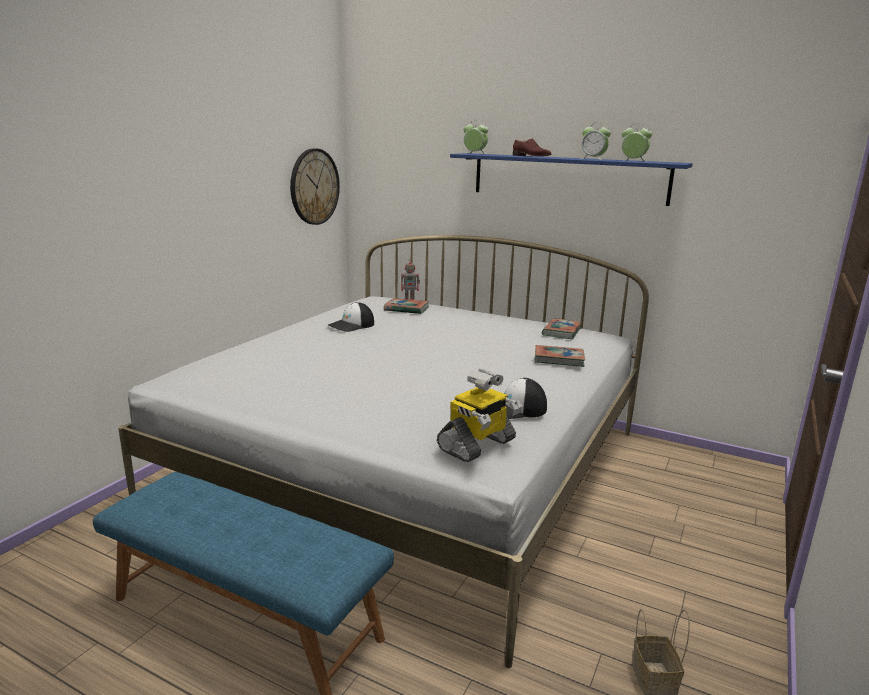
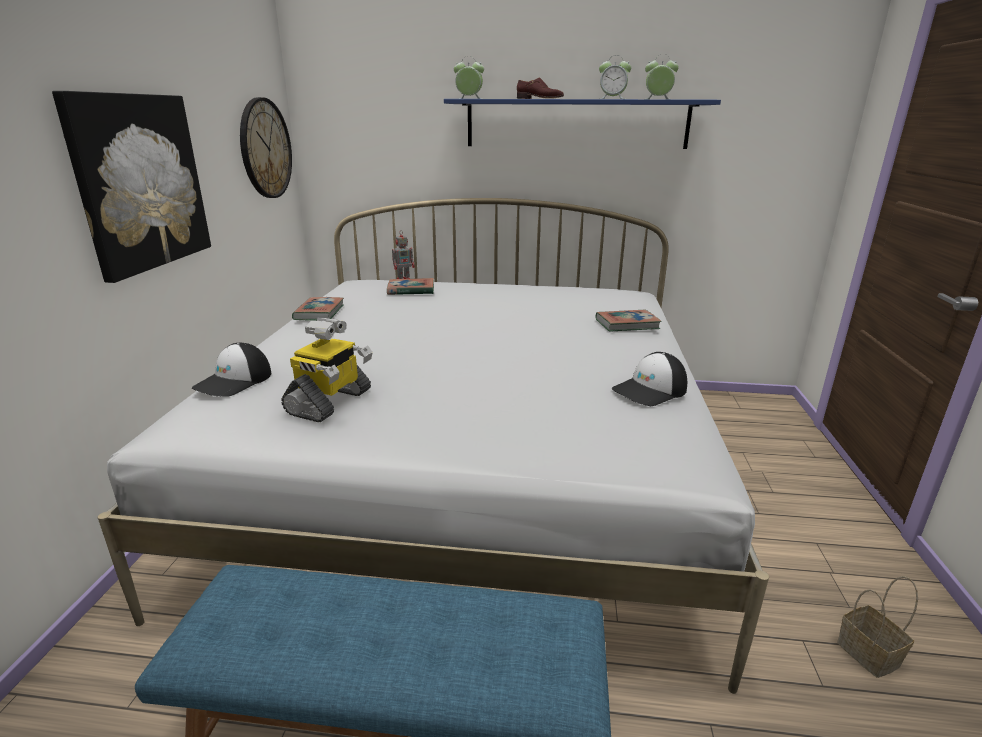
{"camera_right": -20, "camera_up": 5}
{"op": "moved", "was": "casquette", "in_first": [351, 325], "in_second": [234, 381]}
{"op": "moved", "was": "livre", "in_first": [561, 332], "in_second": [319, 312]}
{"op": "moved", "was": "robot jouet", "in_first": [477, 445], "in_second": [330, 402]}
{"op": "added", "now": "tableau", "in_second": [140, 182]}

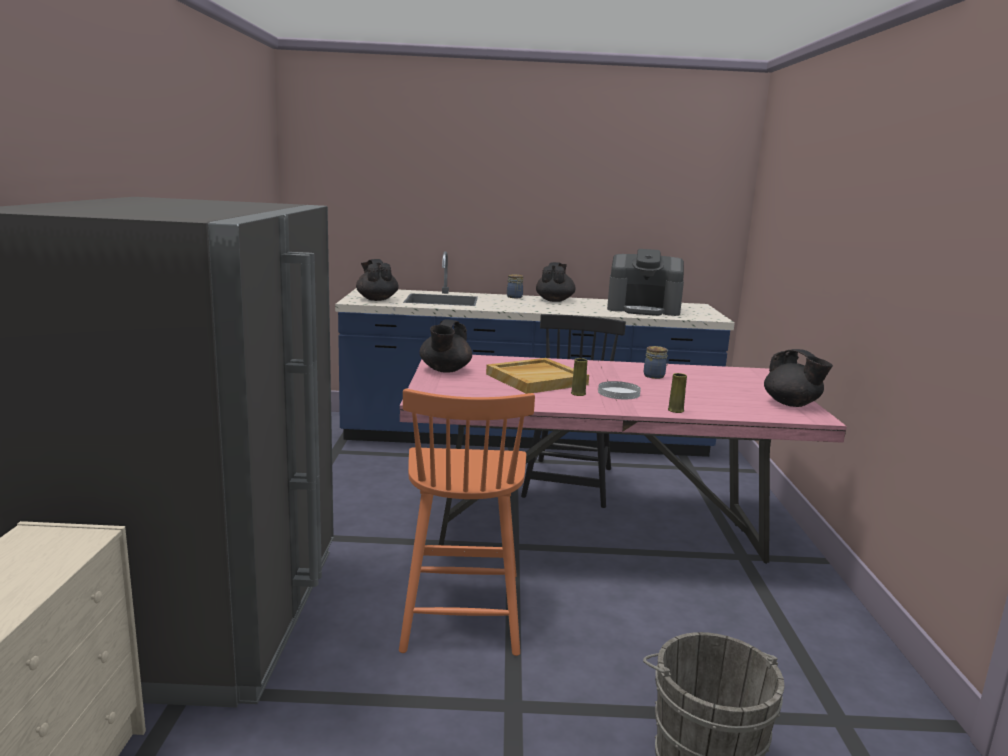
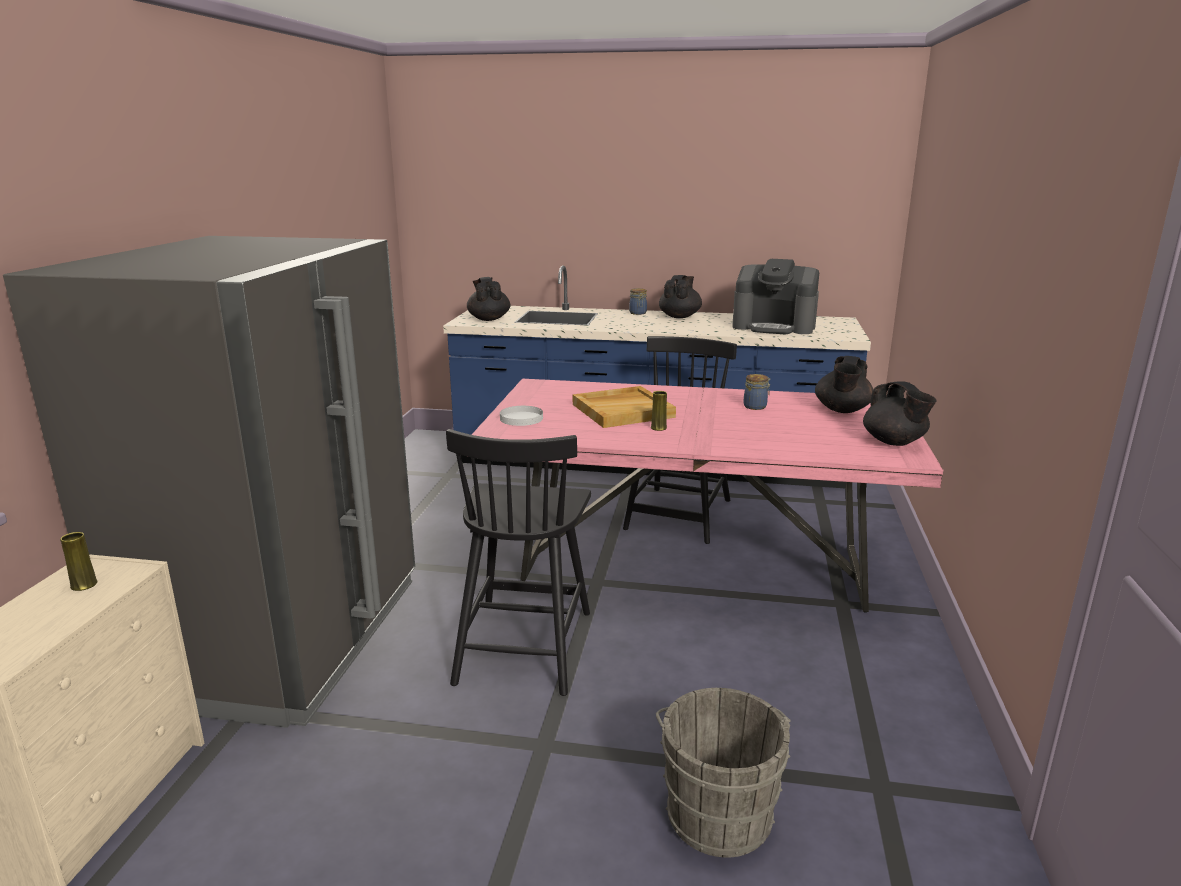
{"camera_right": 10, "camera_up": 5}
{"op": "moved", "was": "théière [noir]", "in_first": [445, 370], "in_second": [842, 410]}
{"op": "moved", "was": "vase [jaune]", "in_first": [675, 410], "in_second": [84, 585]}
{"op": "moved", "was": "assiette [blanc]", "in_first": [618, 393], "in_second": [521, 418]}
{"op": "recoloured", "was": "chaise [orange]", "now": "chaise [noir]", "in_first": [461, 608], "in_second": [524, 644]}

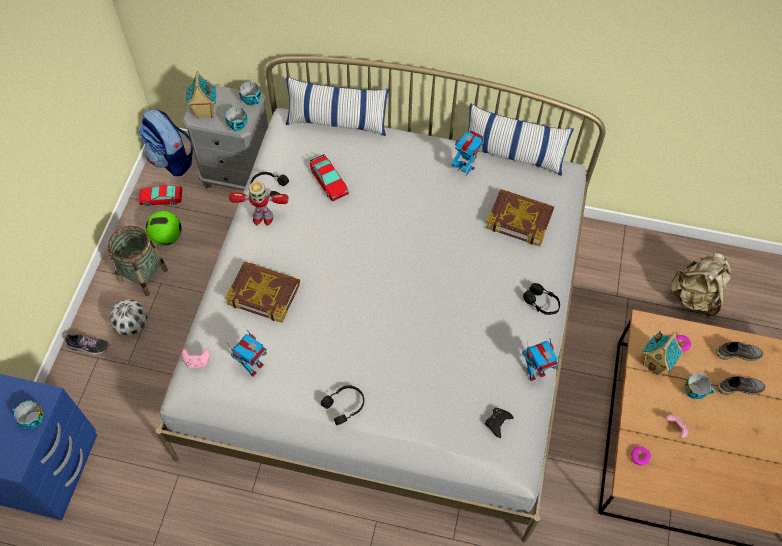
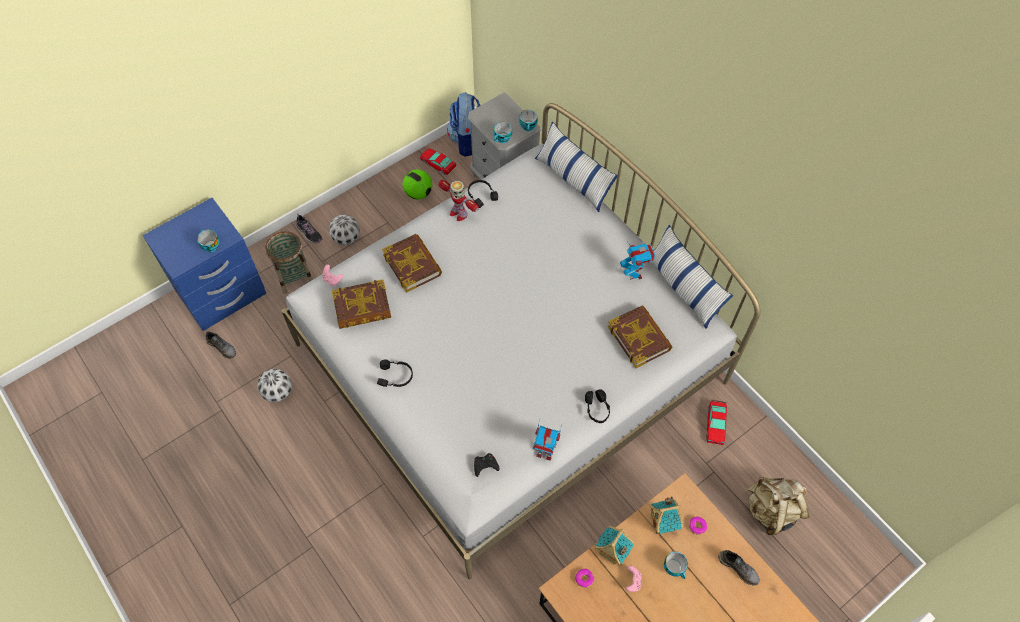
{"camera_right": 40, "camera_up": 0}
{"op": "moved", "was": "maison miniature", "in_first": [205, 113], "in_second": [611, 553]}
{"op": "moved", "was": "petite voiture", "in_first": [328, 181], "in_second": [715, 424]}
{"op": "moved", "was": "panier", "in_first": [143, 275], "in_second": [294, 276]}
{"op": "replaced", "was": "robot jouet", "now": "livre", "in_first": [253, 366], "in_second": [362, 308]}
{"op": "moved", "was": "chaussure [gris]", "in_first": [739, 387], "in_second": [222, 347]}
{"op": "added", "now": "ballon de foot", "in_second": [277, 393]}

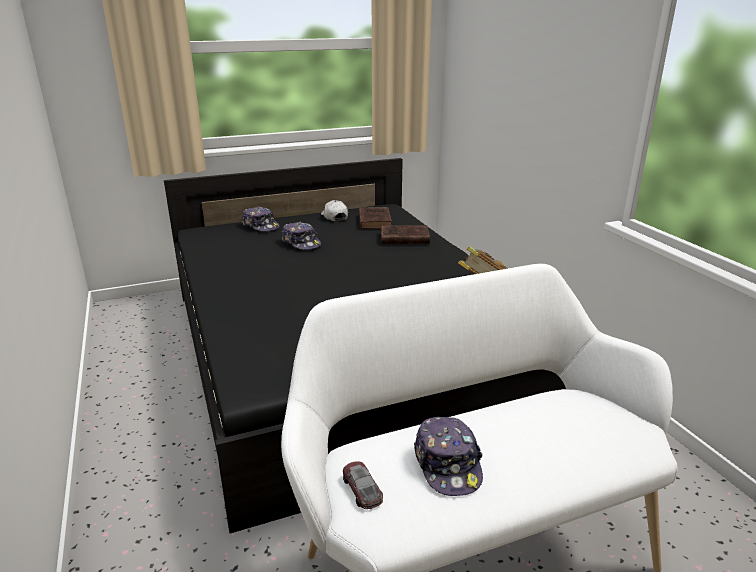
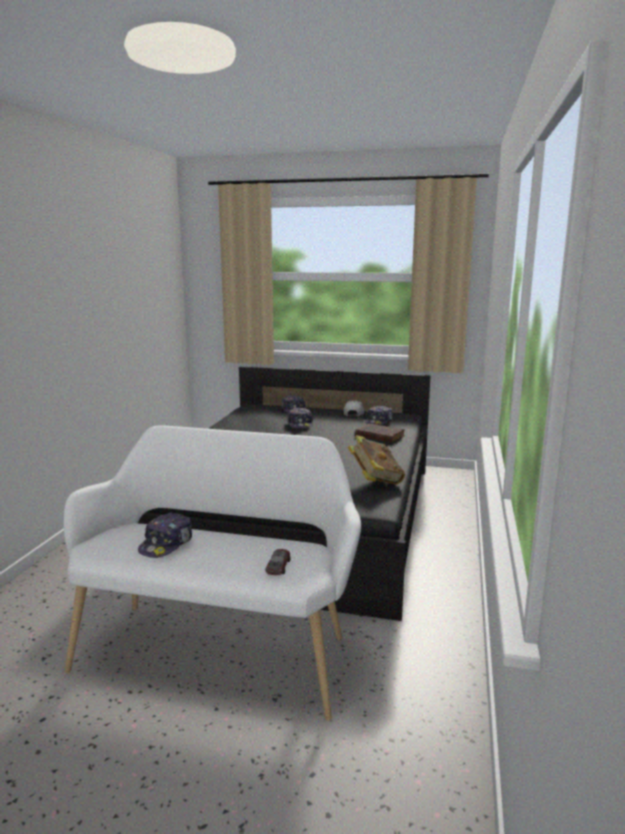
{"camera_right": 35, "camera_up": -10}
{"op": "replaced", "was": "livre [marron]", "now": "casquette", "in_first": [374, 220], "in_second": [379, 421]}
{"op": "moved", "was": "petite voiture", "in_first": [362, 489], "in_second": [278, 566]}

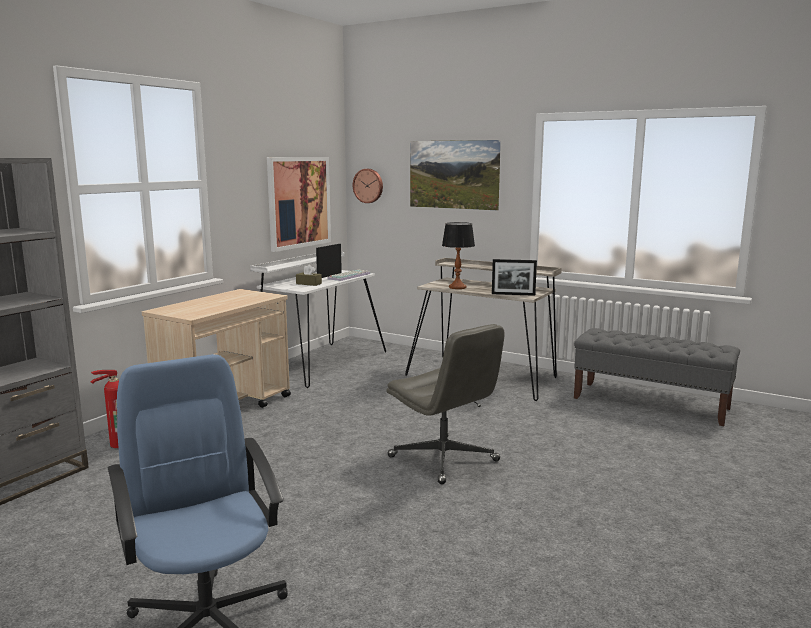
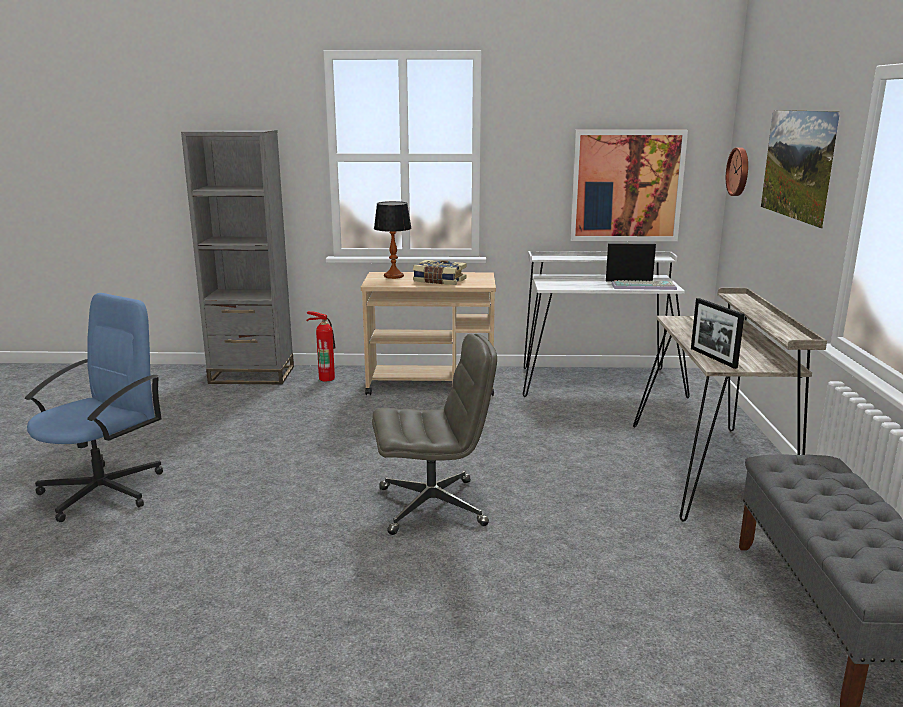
{"camera_right": 60, "camera_up": 5}
{"op": "moved", "was": "lampe de table", "in_first": [457, 287], "in_second": [393, 276]}
{"op": "removed", "was": "boîte à mouchoirs [marron]", "in_first": [309, 284]}
{"op": "turned", "was": "chaise de bureau [gris]", "in_first": [444, 459], "in_second": [433, 506], "clockwise": -120}
{"op": "added", "now": "livre", "in_second": [439, 281]}

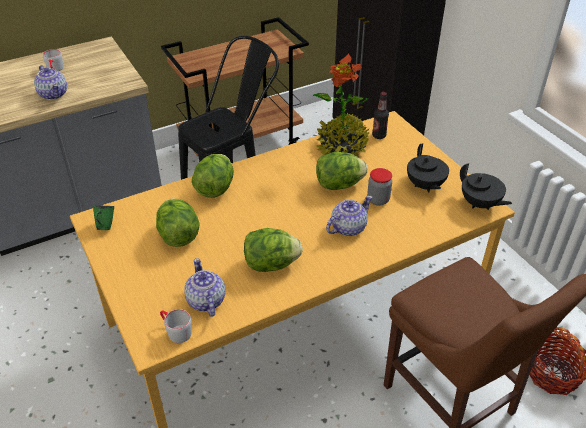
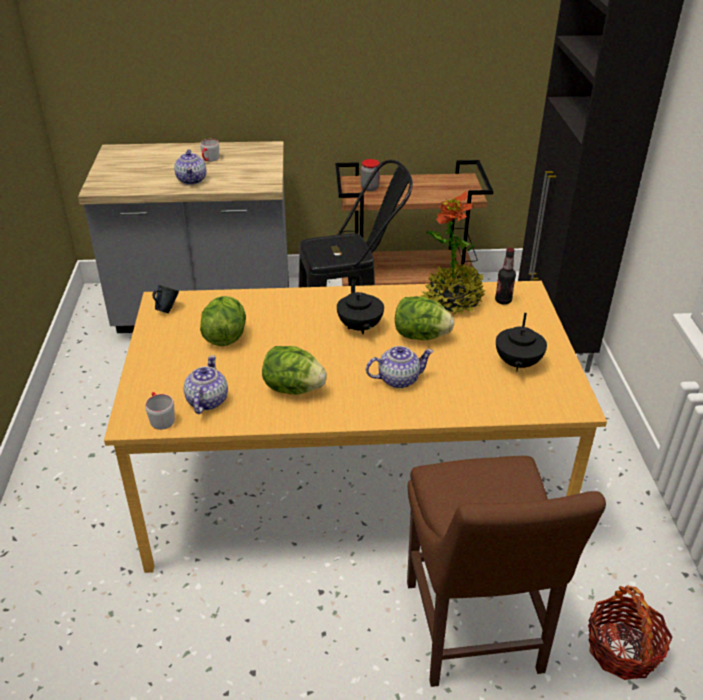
{"camera_right": 25, "camera_up": -5}
{"op": "removed", "was": "laitue", "in_first": [215, 189]}
{"op": "moved", "was": "théière [noir]", "in_first": [479, 204], "in_second": [359, 327]}
{"op": "moved", "was": "bocal", "in_first": [378, 200], "in_second": [370, 188]}
{"op": "recoloured", "was": "mug [vert]", "now": "mug [bleu]", "in_first": [105, 226], "in_second": [167, 309]}

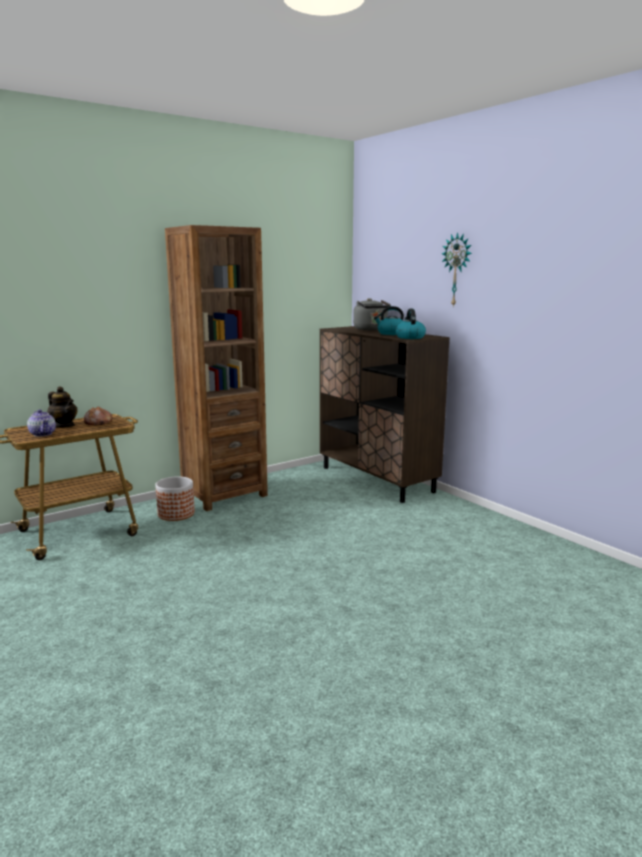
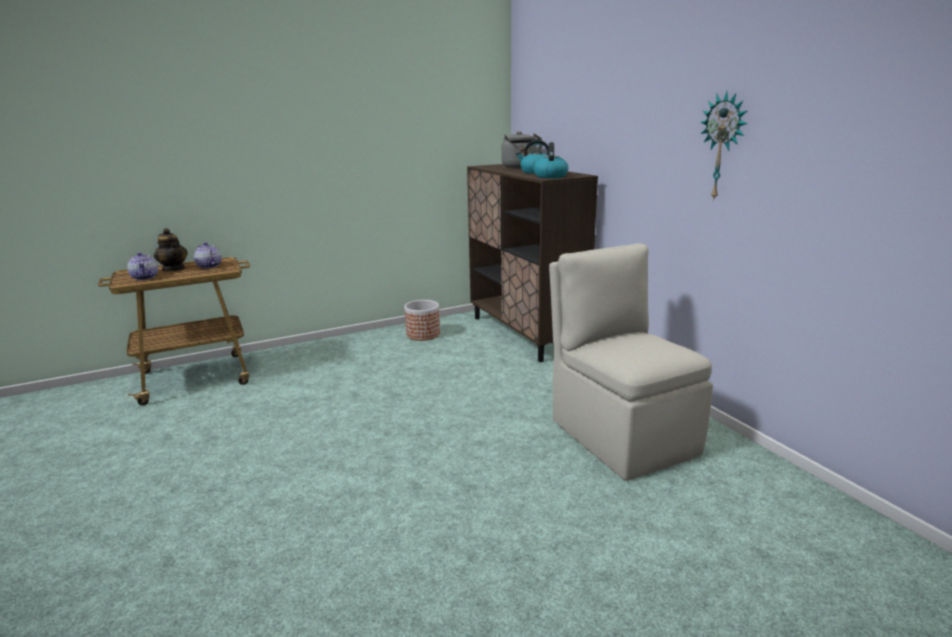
{"camera_right": 10, "camera_up": 5}
{"op": "removed", "was": "bibliothèque [marron]", "in_first": [224, 494]}
{"op": "moved", "was": "horloge murale", "in_first": [457, 270], "in_second": [723, 147]}
{"op": "replaced", "was": "pain", "now": "théière", "in_first": [97, 422], "in_second": [208, 266]}
{"op": "moved", "was": "cache-pot", "in_first": [176, 513], "in_second": [423, 334]}
{"op": "added", "now": "chaise [beige]", "in_second": [621, 435]}

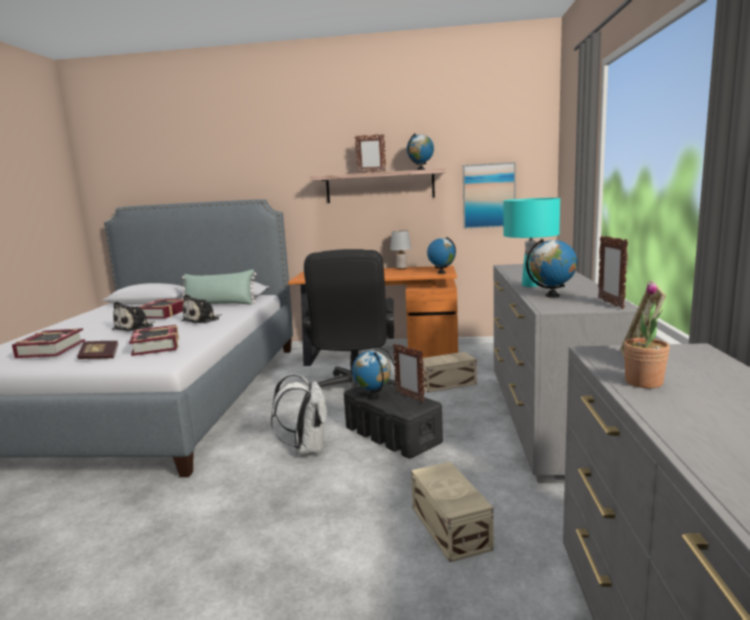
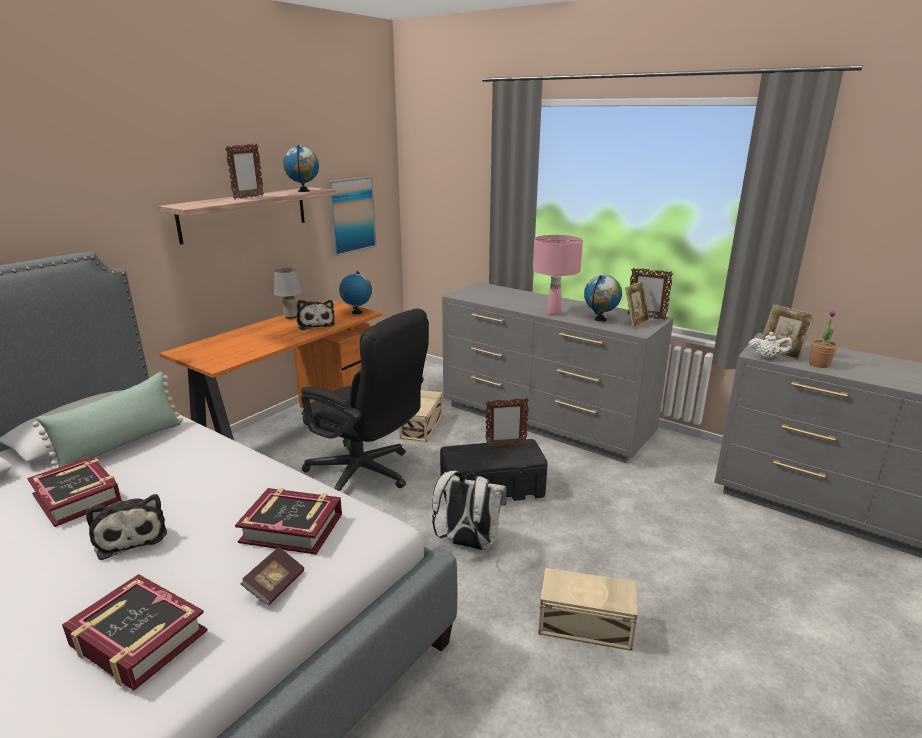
{"camera_right": -60, "camera_up": 10}
{"op": "recoloured", "was": "lampe de table [turquoise]", "now": "lampe de table [rose]", "in_first": [530, 285], "in_second": [554, 313]}
{"op": "moved", "was": "peluche", "in_first": [203, 320], "in_second": [315, 324]}
{"op": "removed", "was": "globe", "in_first": [373, 397]}
{"op": "moved", "was": "boîte de rangement [beige]", "in_first": [449, 529], "in_second": [586, 626]}
{"op": "added", "now": "cadre photo", "in_second": [635, 323]}
{"op": "added", "now": "théière [blanc]", "in_second": [767, 358]}

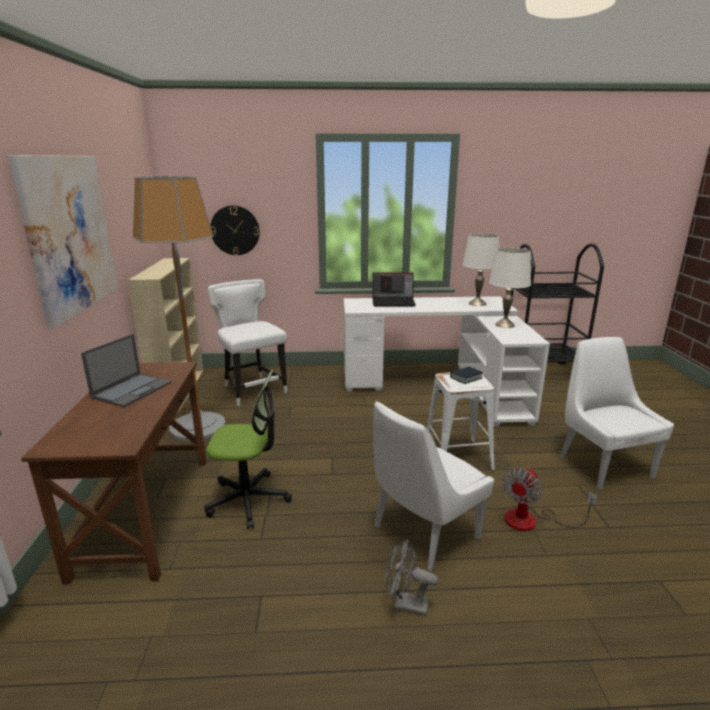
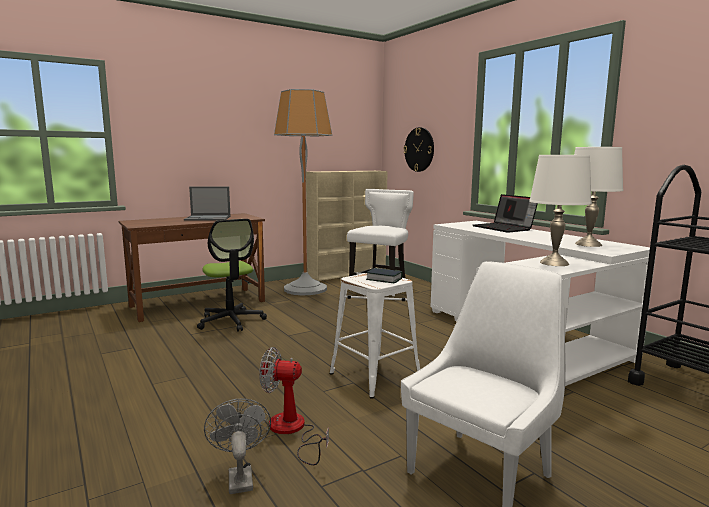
{"camera_right": 60, "camera_up": -10}
{"op": "removed", "was": "tableau", "in_first": [69, 235]}
{"op": "removed", "was": "chaise [blanc]", "in_first": [423, 533]}
{"op": "moved", "was": "ventilateur [gris]", "in_first": [405, 604], "in_second": [239, 477]}

